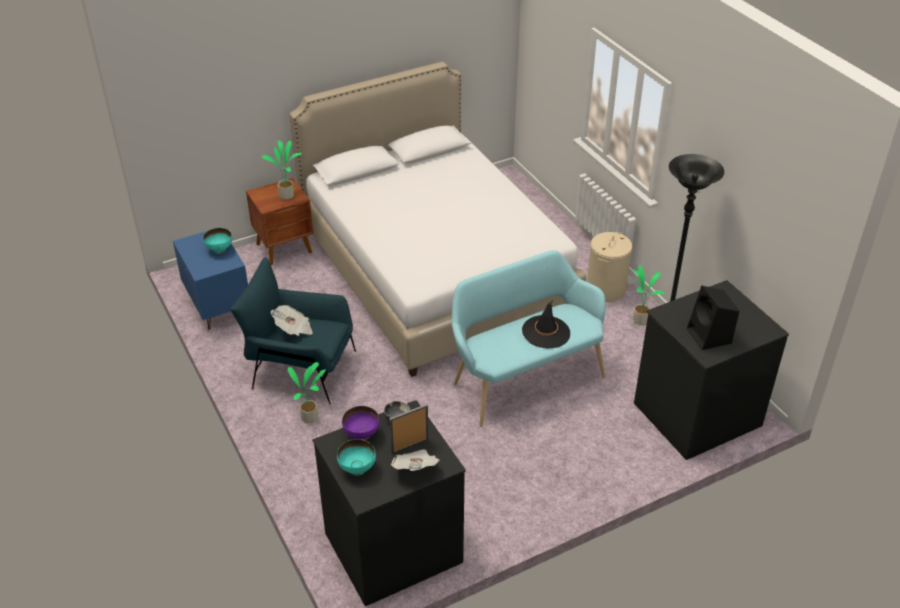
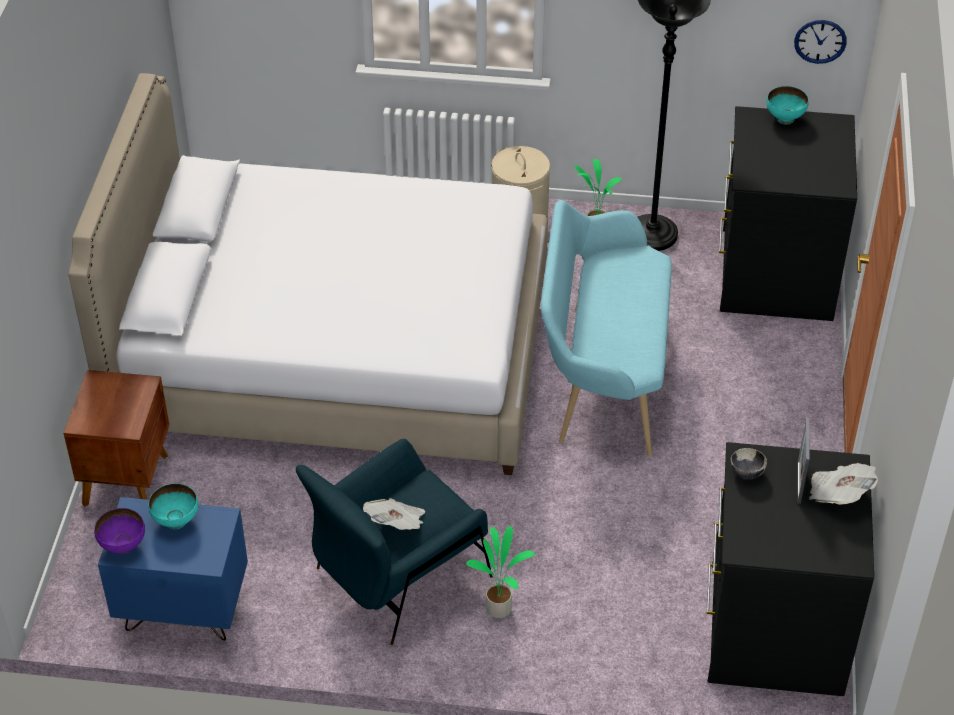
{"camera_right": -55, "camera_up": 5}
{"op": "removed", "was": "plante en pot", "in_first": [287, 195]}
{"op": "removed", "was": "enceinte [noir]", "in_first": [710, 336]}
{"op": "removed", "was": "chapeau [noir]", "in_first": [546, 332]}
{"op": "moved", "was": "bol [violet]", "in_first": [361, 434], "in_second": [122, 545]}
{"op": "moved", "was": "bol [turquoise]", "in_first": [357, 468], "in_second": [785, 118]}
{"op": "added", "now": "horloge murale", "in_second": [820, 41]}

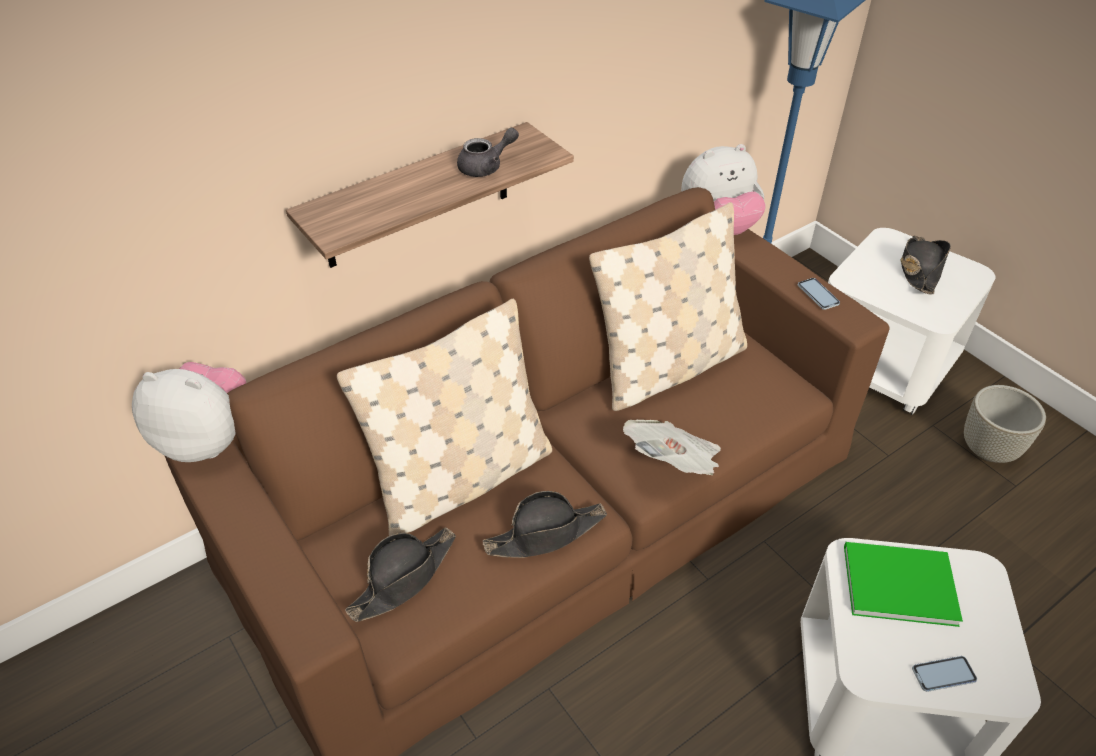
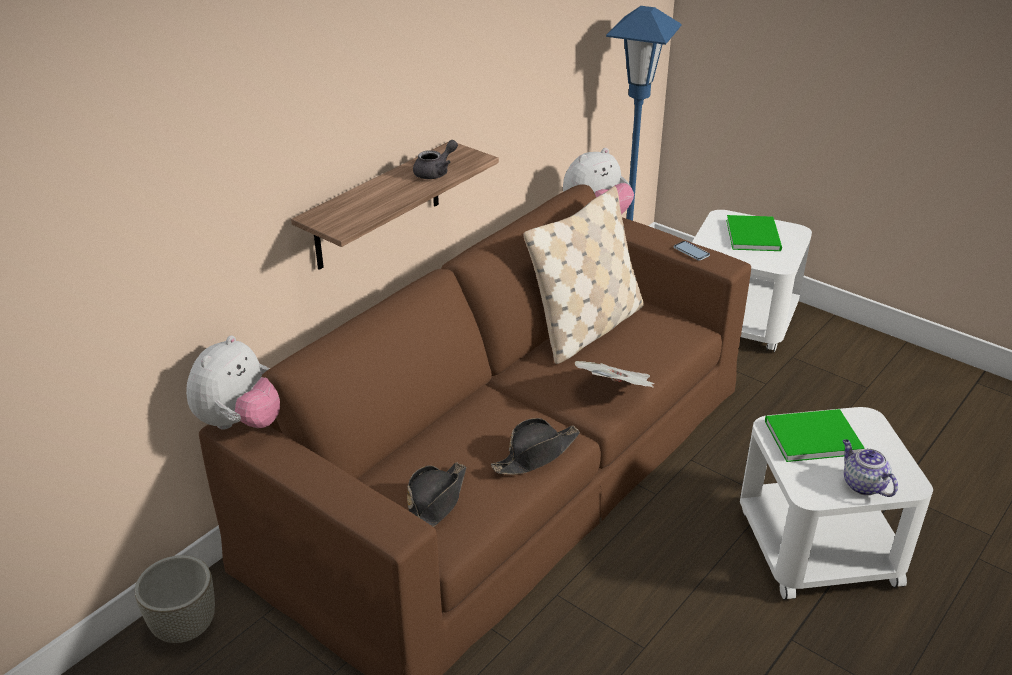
{"camera_right": -15, "camera_up": -10}
{"op": "replaced", "was": "chapeau [noir]", "now": "livre [vert]", "in_first": [919, 270], "in_second": [754, 234]}
{"op": "removed", "was": "coussin [beige]", "in_first": [461, 479]}
{"op": "turned", "was": "peluche", "in_first": [207, 439], "in_second": [242, 422], "clockwise": 120}
{"op": "moved", "was": "cache-pot [gris]", "in_first": [988, 449], "in_second": [185, 627]}
{"op": "replaced", "was": "téléphone", "now": "théière", "in_first": [943, 674], "in_second": [862, 484]}

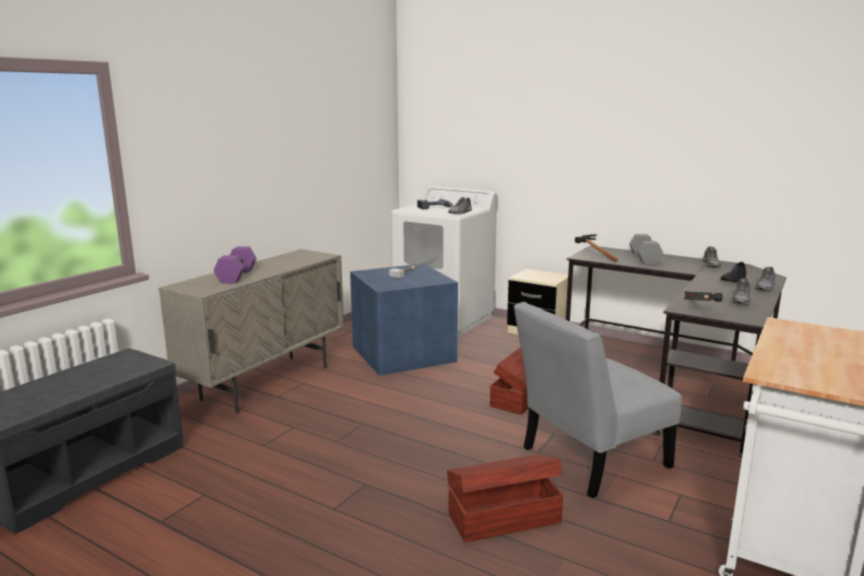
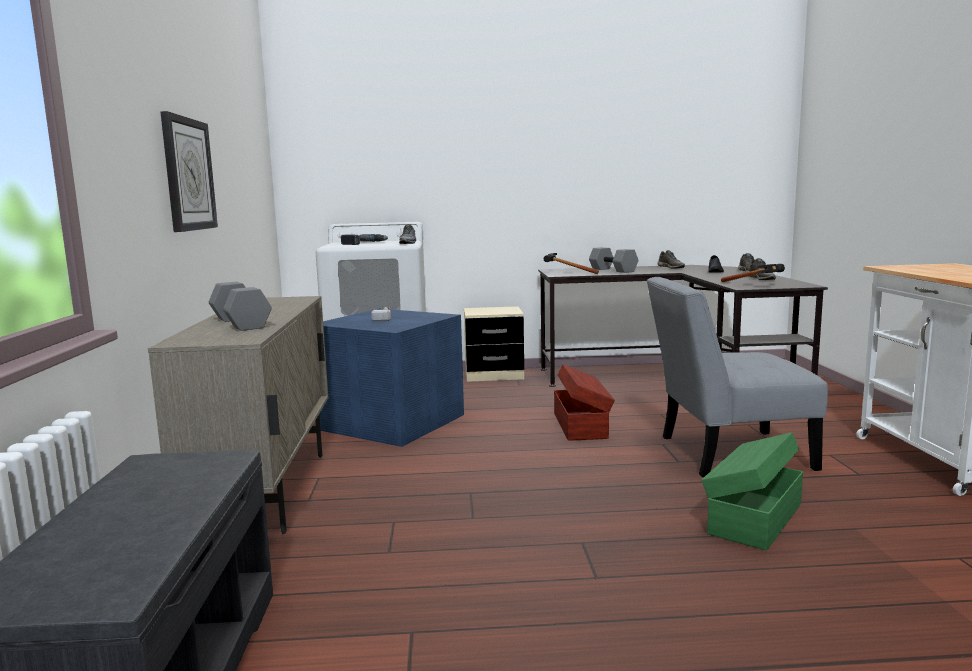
{"camera_right": -35, "camera_up": -5}
{"op": "recoloured", "was": "haltère [violet]", "now": "haltère [gris]", "in_first": [236, 276], "in_second": [239, 323]}
{"op": "turned", "was": "chaise [gris]", "in_first": [589, 460], "in_second": [726, 453], "clockwise": 60}
{"op": "recoloured", "was": "boîte de rangement [marron]", "now": "boîte de rangement [vert]", "in_first": [502, 517], "in_second": [753, 519]}
{"op": "added", "now": "horloge murale", "in_second": [188, 174]}

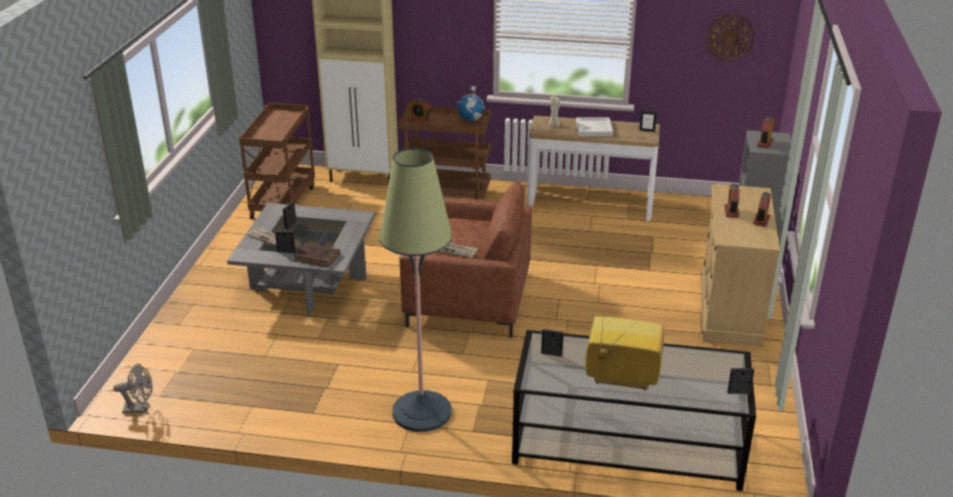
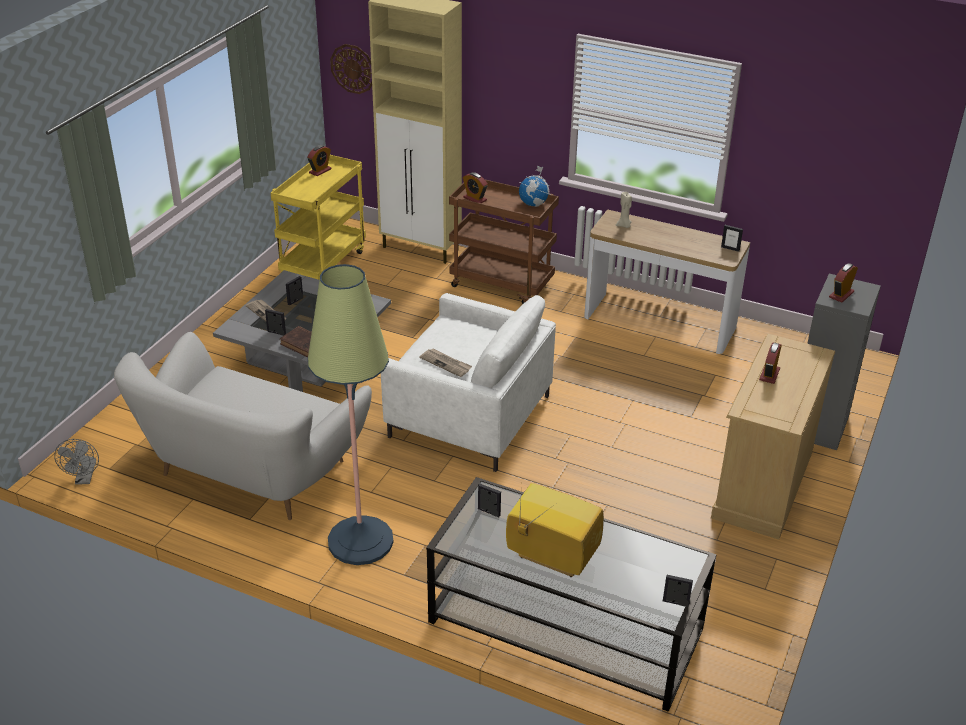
{"camera_right": 15, "camera_up": 5}
{"op": "moved", "was": "horloge murale", "in_first": [729, 37], "in_second": [353, 68]}
{"op": "recoloured", "was": "chariot [marron]", "now": "chariot [jaune]", "in_first": [282, 201], "in_second": [323, 264]}
{"op": "removed", "was": "plateau [blanc]", "in_first": [594, 128]}
{"op": "recoloured", "was": "fauteuil [marron]", "now": "fauteuil [blanc]", "in_first": [468, 299], "in_second": [469, 416]}
{"op": "moved", "was": "réveil", "in_first": [761, 220], "in_second": [320, 171]}
{"op": "turned", "was": "ventilateur [gris]", "in_first": [140, 408], "in_second": [84, 479], "clockwise": 75}
{"op": "added", "now": "canapé [blanc]", "in_second": [250, 470]}

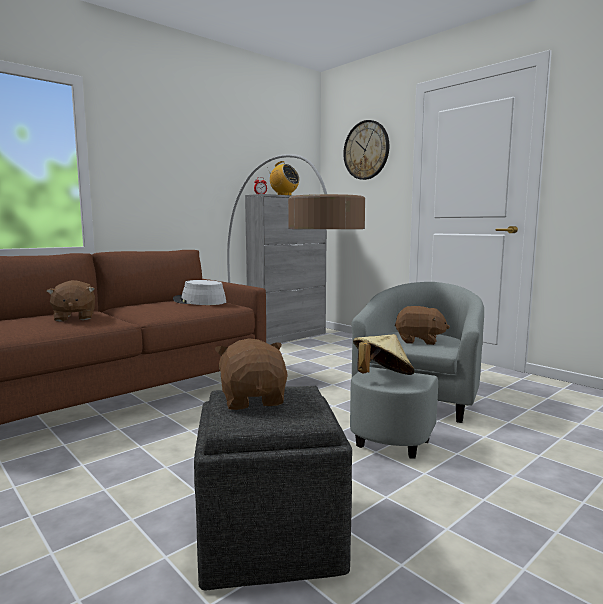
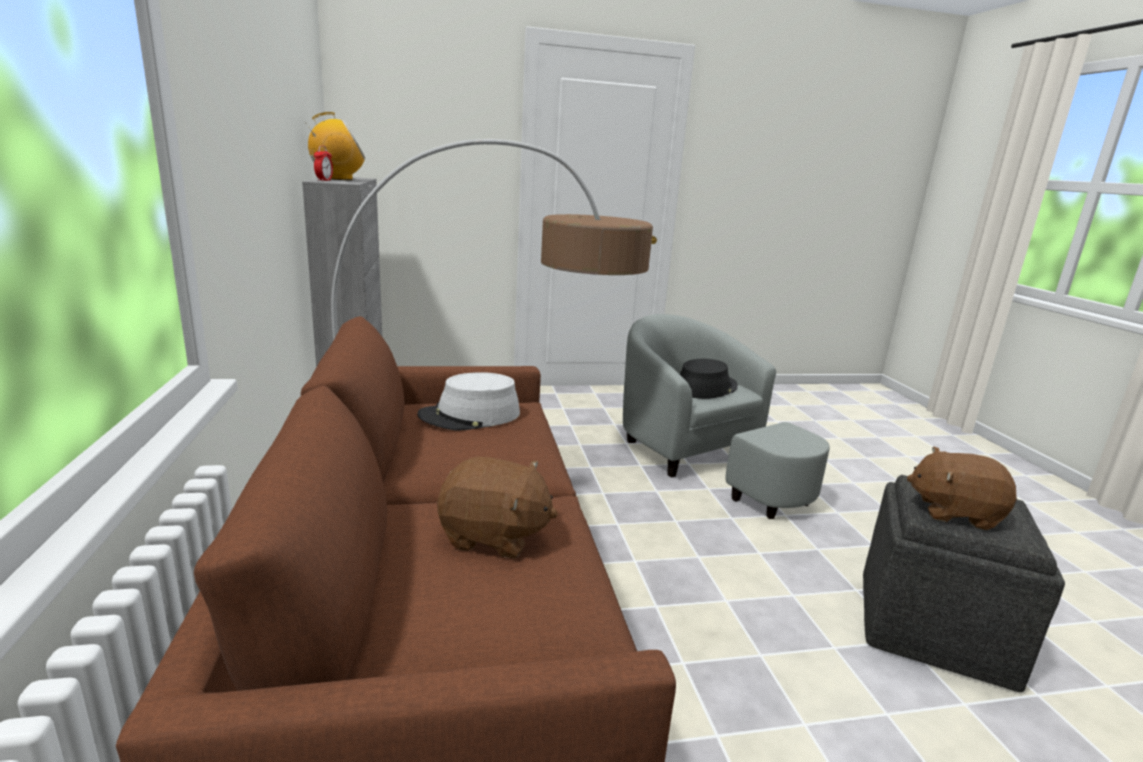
{"camera_right": -60, "camera_up": 10}
{"op": "removed", "was": "horloge murale", "in_first": [366, 150]}
{"op": "replaced", "was": "peluche [marron]", "now": "chapeau [noir]", "in_first": [419, 341], "in_second": [706, 388]}
{"op": "removed", "was": "chapeau [beige]", "in_first": [382, 377]}

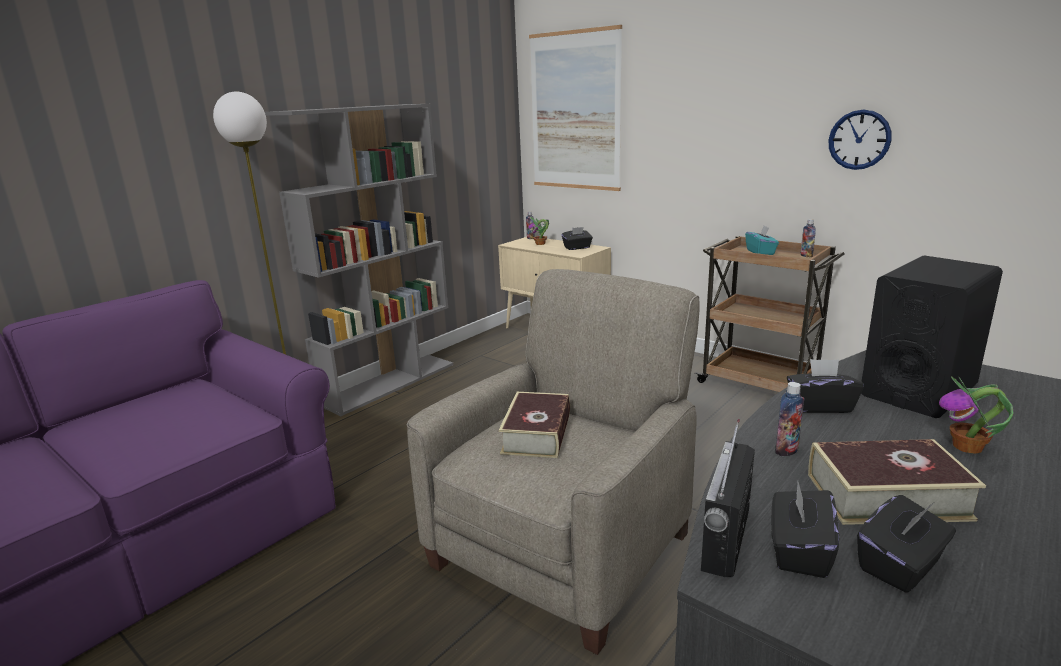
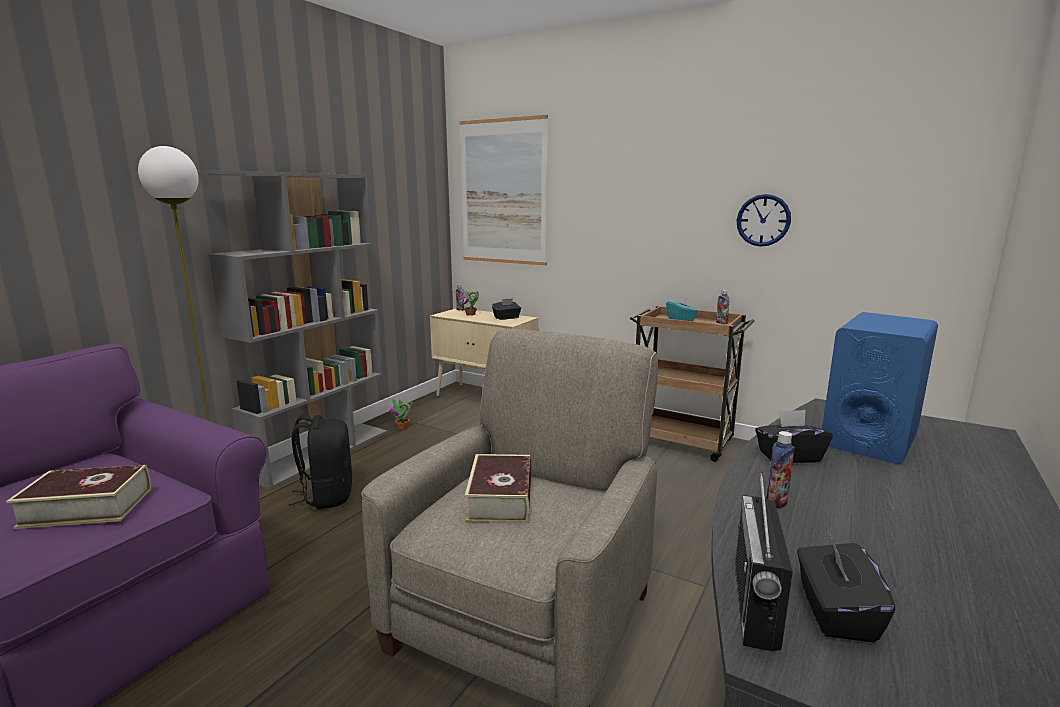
{"camera_right": -10, "camera_up": -5}
{"op": "recoloured", "was": "enceinte [noir]", "now": "enceinte [bleu]", "in_first": [918, 390], "in_second": [869, 438]}
{"op": "moved", "was": "plante en pot", "in_first": [968, 447], "in_second": [402, 427]}
{"op": "moved", "was": "livre", "in_first": [886, 496], "in_second": [87, 507]}
{"op": "removed", "was": "boîte à mouchoirs [noir]", "in_first": [901, 566]}
{"op": "added", "now": "sac à dos [noir]", "in_second": [327, 496]}

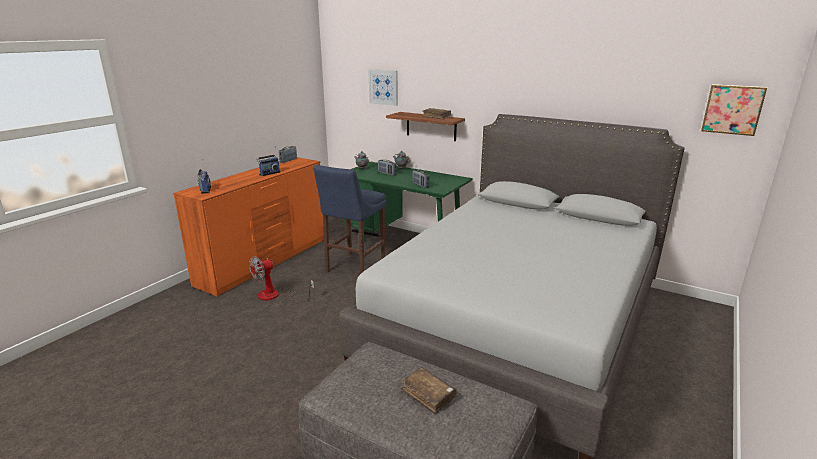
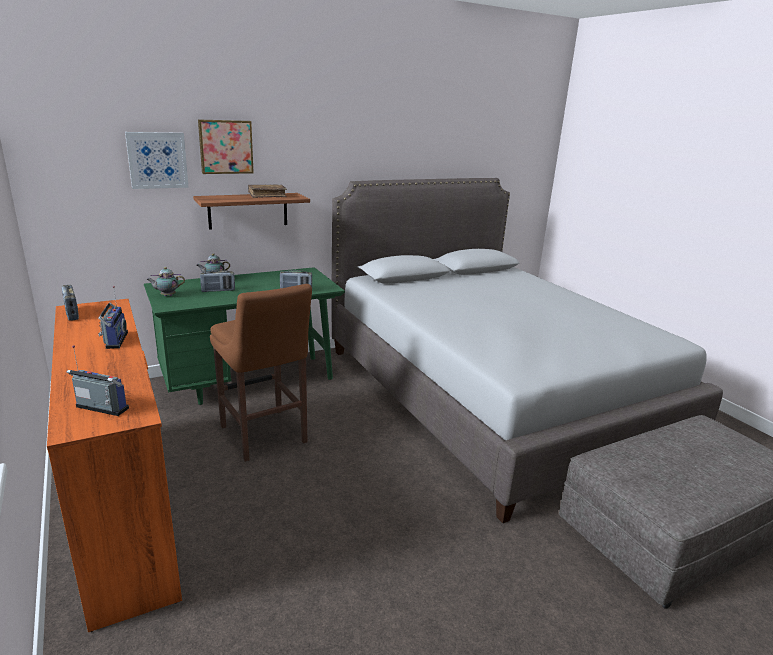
{"camera_right": -60, "camera_up": 0}
{"op": "moved", "was": "tableau", "in_first": [732, 109], "in_second": [225, 147]}
{"op": "recoloured", "was": "tabouret [bleu]", "now": "tabouret [marron]", "in_first": [353, 267], "in_second": [264, 436]}
{"op": "removed", "was": "ventilateur", "in_first": [276, 296]}
{"op": "removed", "was": "livre [marron]", "in_first": [428, 394]}

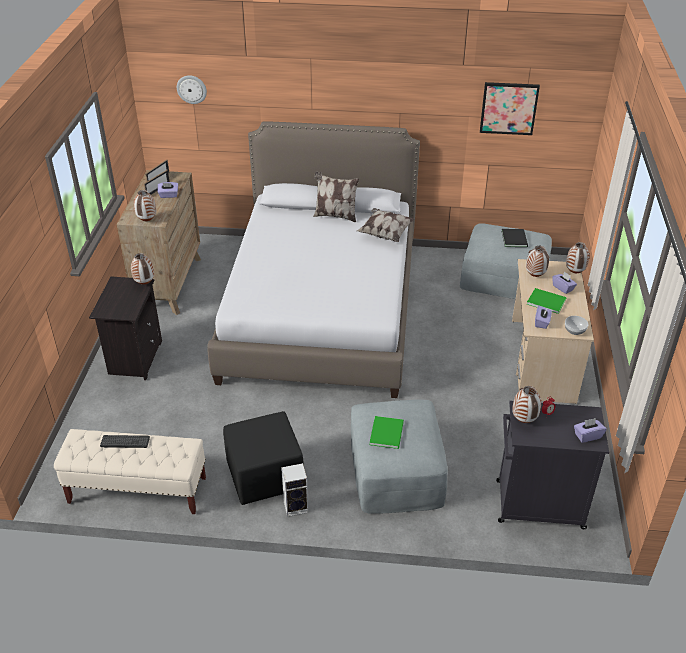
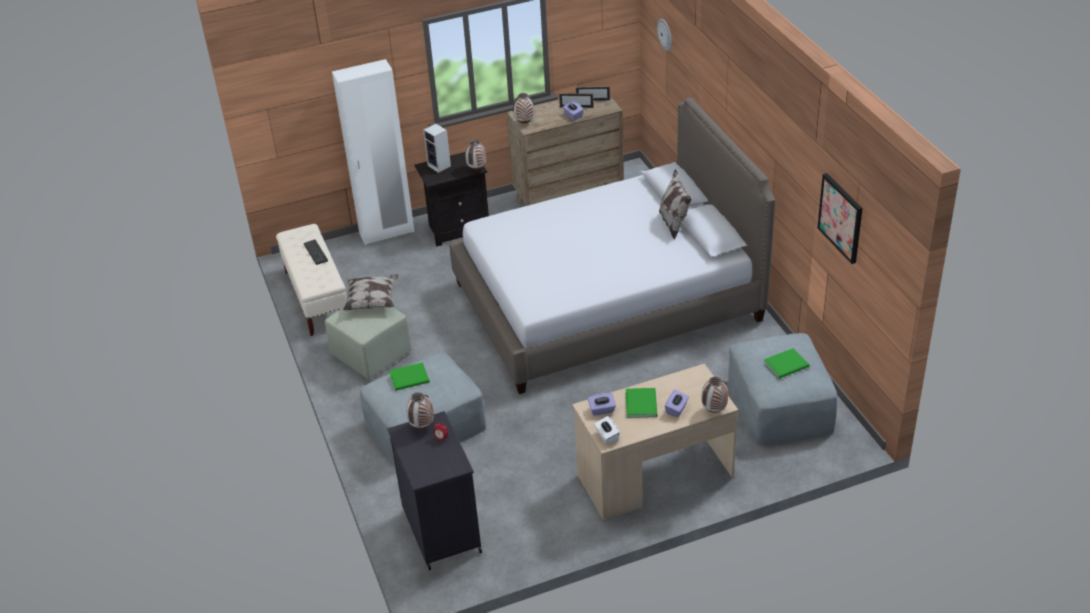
{"camera_right": 65, "camera_up": 0}
{"op": "moved", "was": "coussin", "in_first": [385, 233], "in_second": [372, 301]}
{"op": "recoloured", "was": "livre [noir]", "now": "livre [vert]", "in_first": [515, 238], "in_second": [787, 364]}
{"op": "removed", "was": "vase", "in_first": [534, 276]}
{"op": "replaced", "was": "bol", "now": "boîte à mouchoirs [blanc]", "in_first": [575, 330], "in_second": [607, 436]}
{"op": "recoloured", "was": "pouf [noir]", "now": "pouf [vert]", "in_first": [264, 477], "in_second": [370, 354]}
{"op": "removed", "was": "boîte à mouchoirs [violet]", "in_first": [587, 436]}
{"op": "moved", "was": "enceinte", "in_first": [296, 506], "in_second": [440, 166]}
{"op": "added", "now": "armoire [blanc]", "in_second": [387, 233]}

